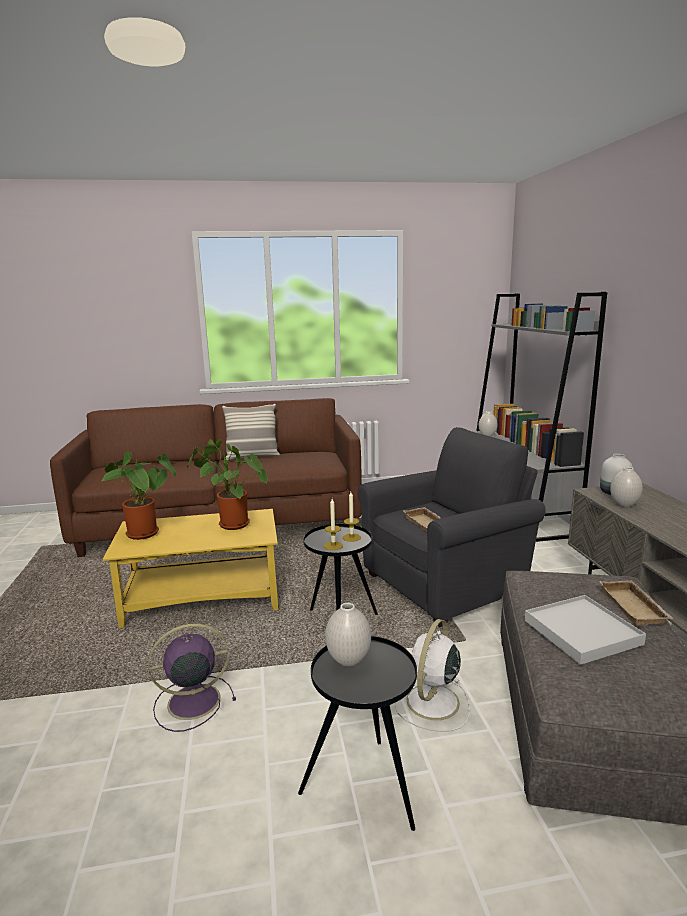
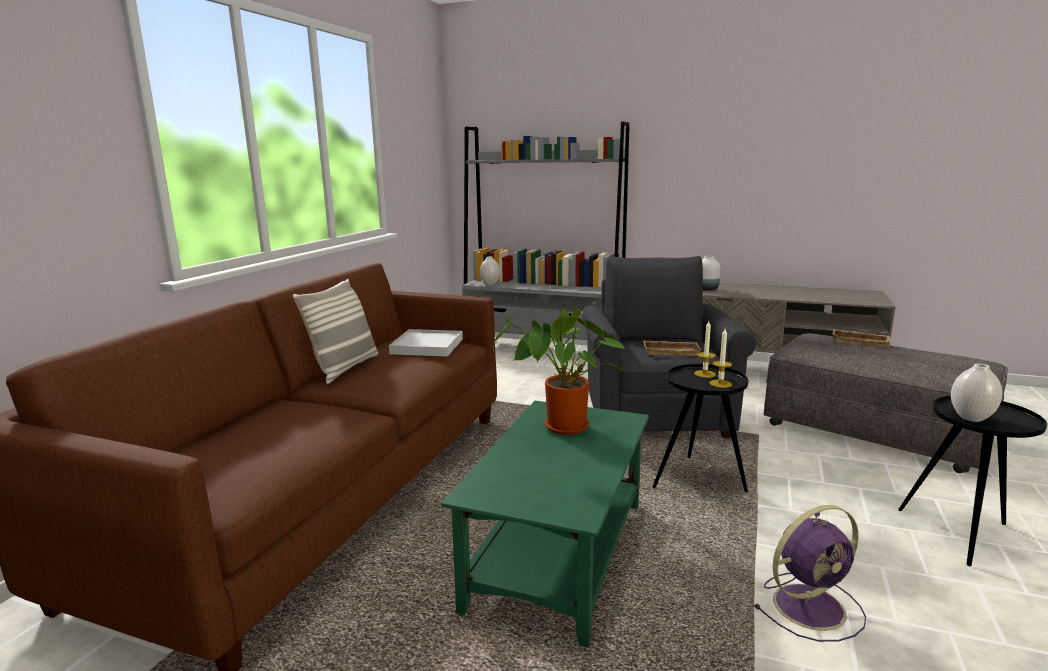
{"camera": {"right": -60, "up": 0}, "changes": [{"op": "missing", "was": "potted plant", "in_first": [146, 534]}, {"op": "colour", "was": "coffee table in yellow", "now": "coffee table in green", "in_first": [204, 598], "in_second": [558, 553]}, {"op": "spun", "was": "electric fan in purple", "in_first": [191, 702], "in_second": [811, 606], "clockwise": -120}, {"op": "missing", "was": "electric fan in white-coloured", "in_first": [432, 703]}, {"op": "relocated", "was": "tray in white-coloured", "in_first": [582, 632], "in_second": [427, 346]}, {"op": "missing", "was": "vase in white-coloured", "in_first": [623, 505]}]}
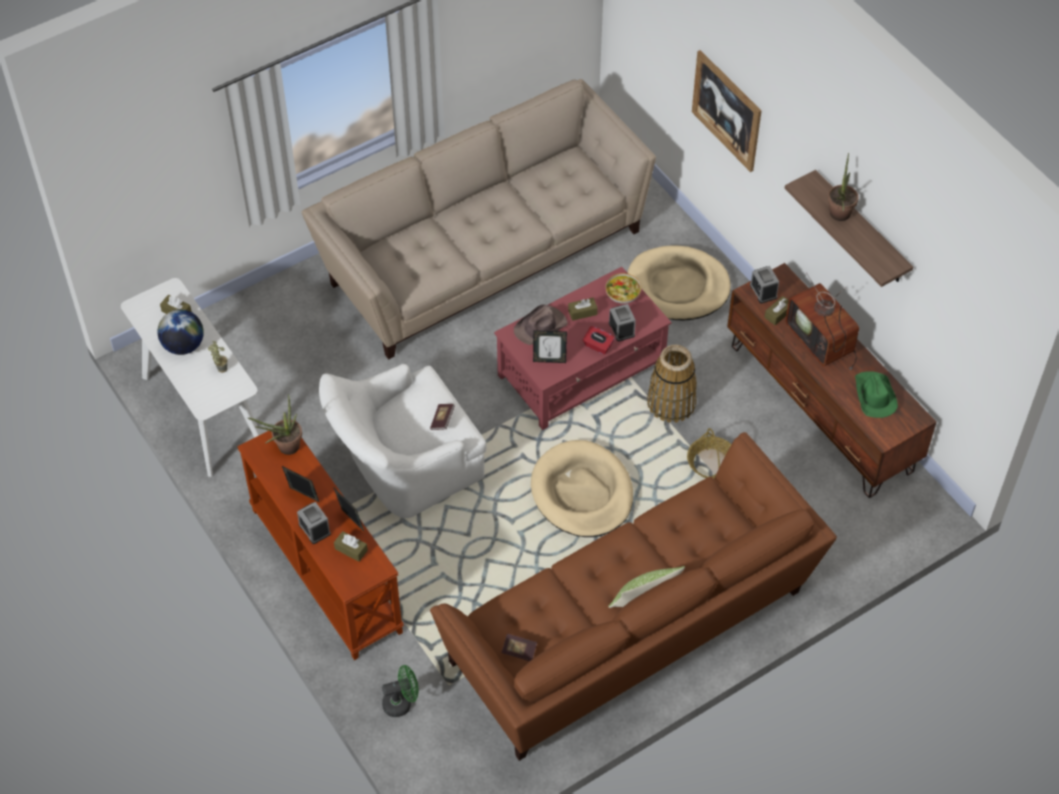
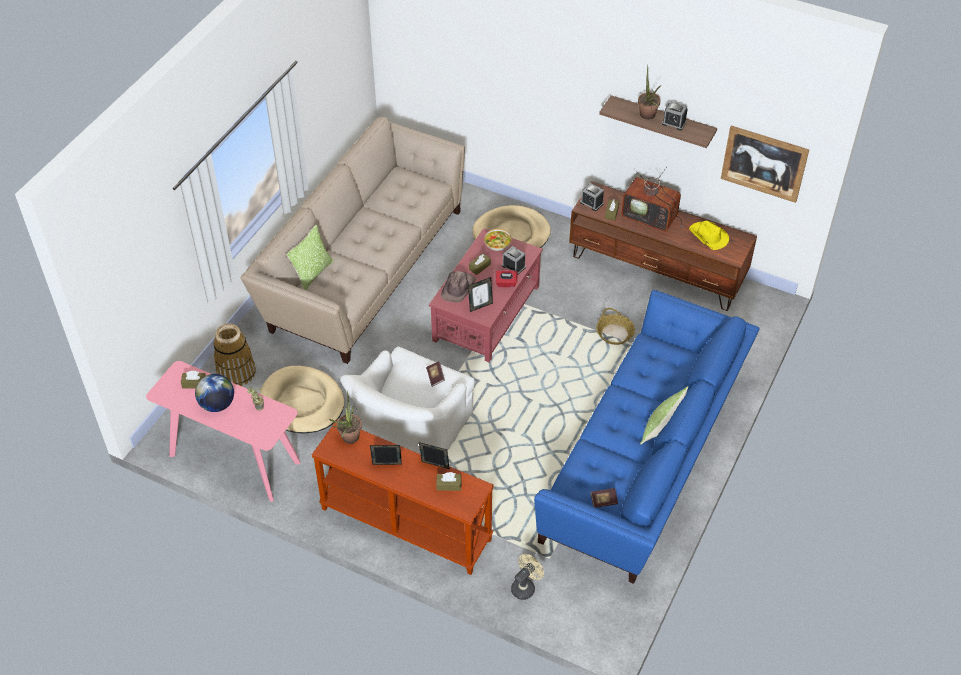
{"camera": {"right": -30, "up": -5}, "changes": [{"op": "colour", "was": "hall table in white-coloured", "now": "hall table in pink", "in_first": [202, 412], "in_second": [234, 459]}, {"op": "relocated", "was": "bedside clock", "in_first": [314, 529], "in_second": [674, 123]}, {"op": "colour", "was": "electric fan in green", "now": "electric fan in sand-coloured", "in_first": [401, 703], "in_second": [525, 586]}, {"op": "colour", "was": "settee in brown-coloured", "now": "settee in blue-coloured", "in_first": [630, 633], "in_second": [644, 464]}, {"op": "relocated", "was": "pet bed in sand-coloured", "in_first": [582, 492], "in_second": [302, 403]}, {"op": "relocated", "was": "basket", "in_first": [671, 403], "in_second": [236, 372]}, {"op": "relocated", "was": "wall picture", "in_first": [726, 110], "in_second": [764, 163]}, {"op": "colour", "was": "wearable hat in green", "now": "wearable hat in yellow", "in_first": [874, 396], "in_second": [708, 236]}, {"op": "appeared", "now": "throw pillow", "in_second": [313, 273]}]}
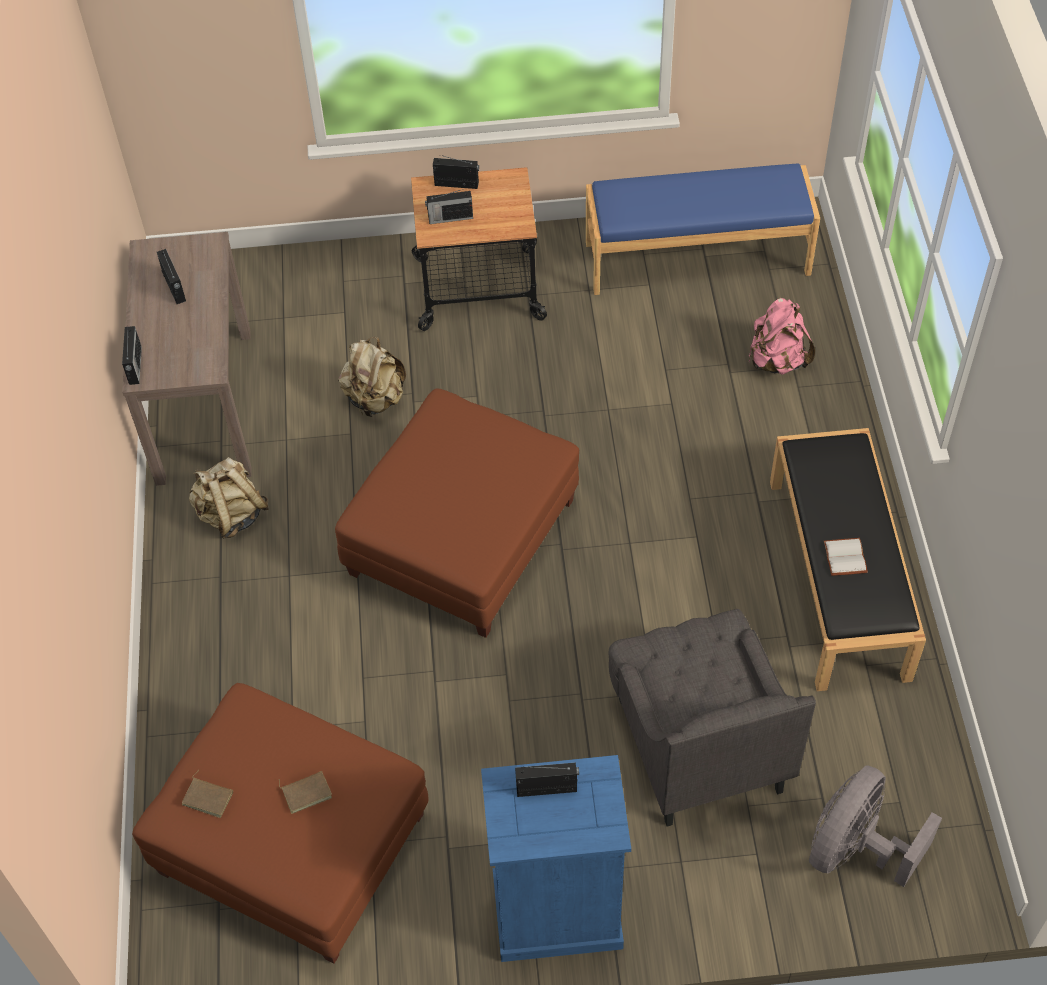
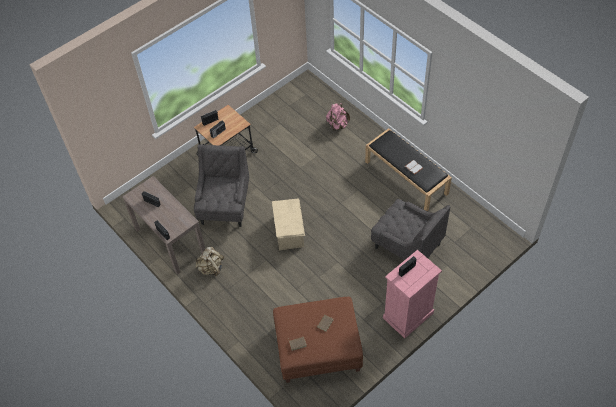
{"camera": {"right": -35, "up": 0}, "changes": [{"op": "exchanged", "was": "ottoman in brown-coloured", "now": "storage container in sand-coloured", "in_first": [462, 537], "in_second": [289, 231]}, {"op": "exchanged", "was": "knapsack in sand-coloured", "now": "armchair in greyish", "in_first": [375, 399], "in_second": [225, 206]}, {"op": "colour", "was": "drawer chest in blue-coloured", "now": "drawer chest in pink", "in_first": [556, 912], "in_second": [408, 315]}, {"op": "missing", "was": "bench in blue-coloured", "in_first": [697, 257]}, {"op": "missing", "was": "electric fan in greyish", "in_first": [855, 848]}]}
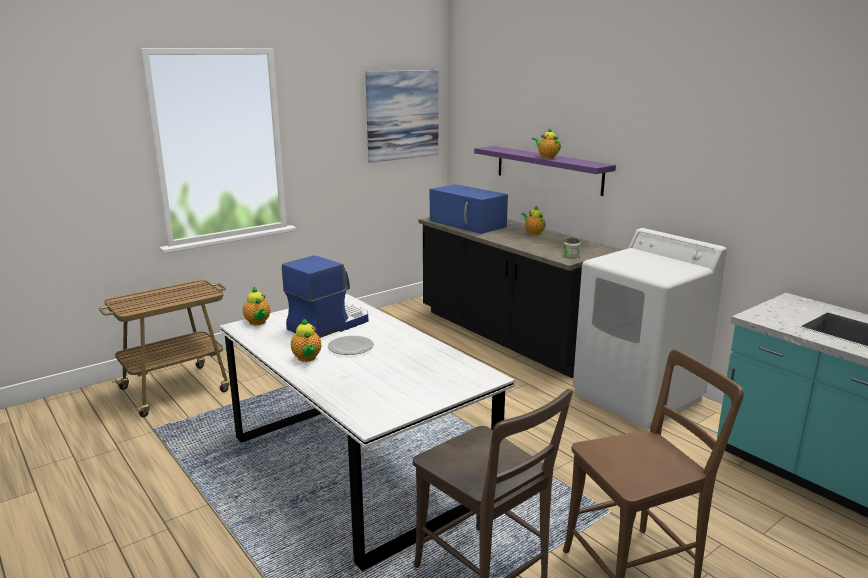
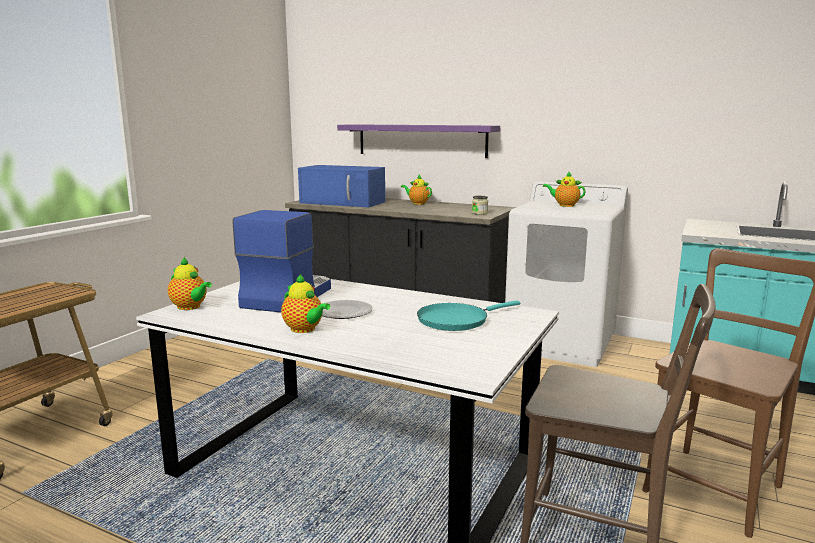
{"camera": {"right": -25, "up": -5}, "changes": [{"op": "missing", "was": "wall picture", "in_first": [402, 115]}, {"op": "relocated", "was": "tea pot", "in_first": [547, 157], "in_second": [564, 205]}, {"op": "appeared", "now": "pan in turquoise-coloured", "in_second": [456, 320]}]}
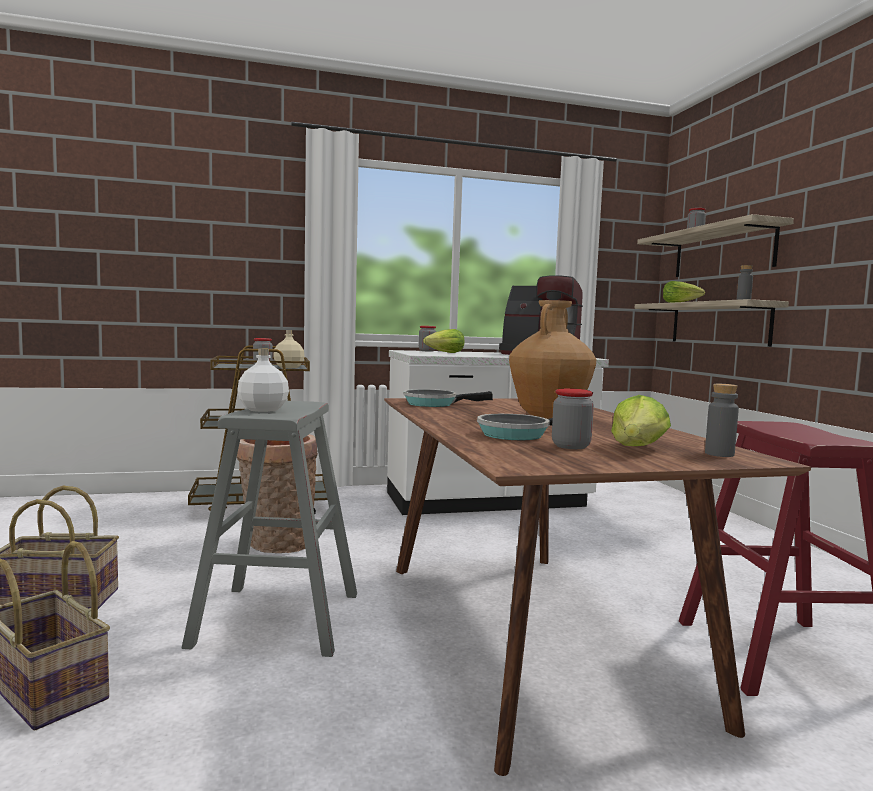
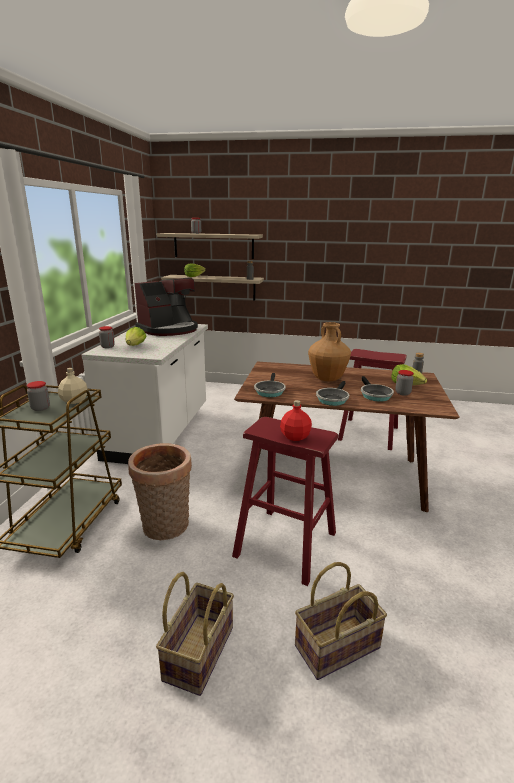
{"camera": {"right": -65, "up": 15}, "changes": [{"op": "colour", "was": "stool seat in greyish", "now": "stool seat in reddish", "in_first": [278, 618], "in_second": [285, 544]}, {"op": "colour", "was": "bottle in white-coloured", "now": "bottle in reddish", "in_first": [263, 409], "in_second": [295, 437]}, {"op": "appeared", "now": "pan", "in_second": [332, 399]}]}
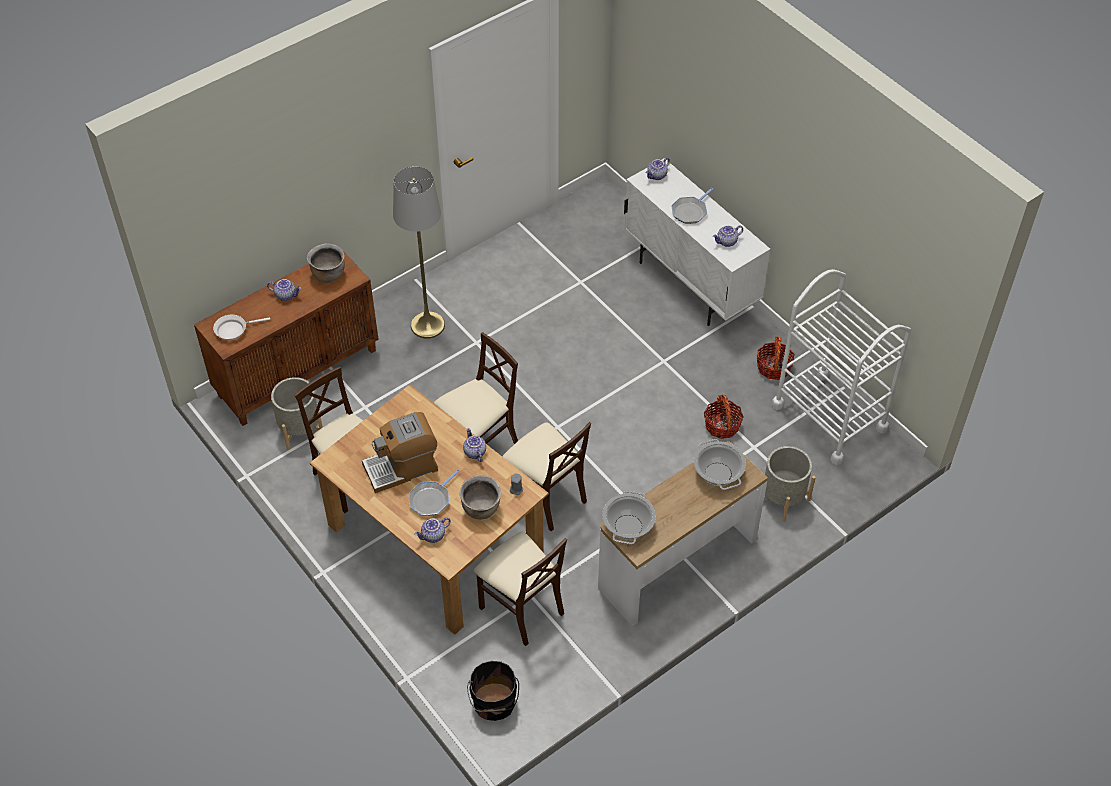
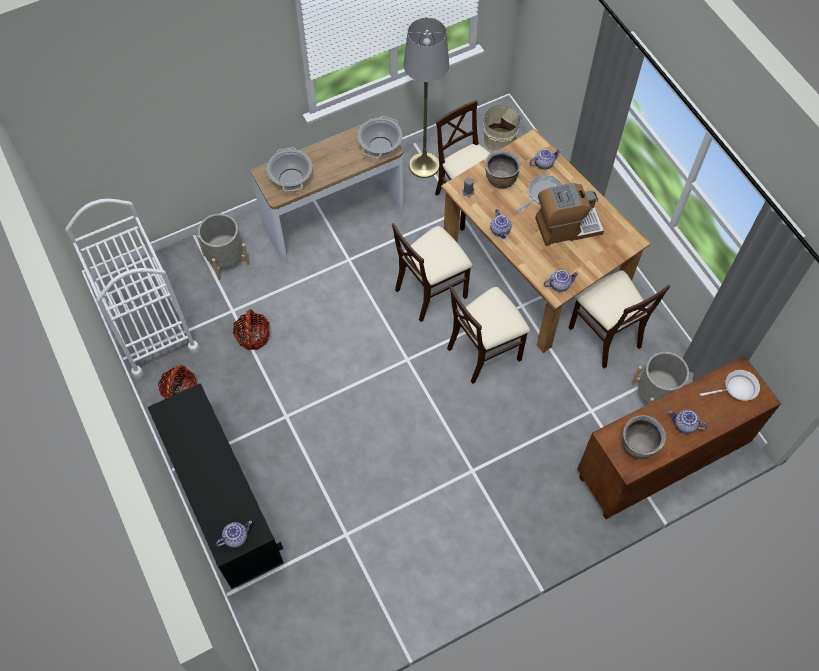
{"camera": {"right": -170, "up": 10}, "changes": [{"op": "relocated", "was": "standard lamp in greyish", "in_first": [427, 325], "in_second": [424, 165]}, {"op": "colour", "was": "bucket in black-coloured", "now": "bucket in sand-coloured", "in_first": [494, 703], "in_second": [499, 139]}, {"op": "spun", "was": "chair in sand-coloured", "in_first": [546, 497], "in_second": [431, 291], "clockwise": -90}, {"op": "colour", "was": "cupboard in white-coloured", "now": "cupboard in black-coloured", "in_first": [690, 284], "in_second": [228, 510]}, {"op": "missing", "was": "pan", "in_first": [690, 211]}, {"op": "relocated", "was": "tea pot", "in_first": [727, 242], "in_second": [559, 284]}]}
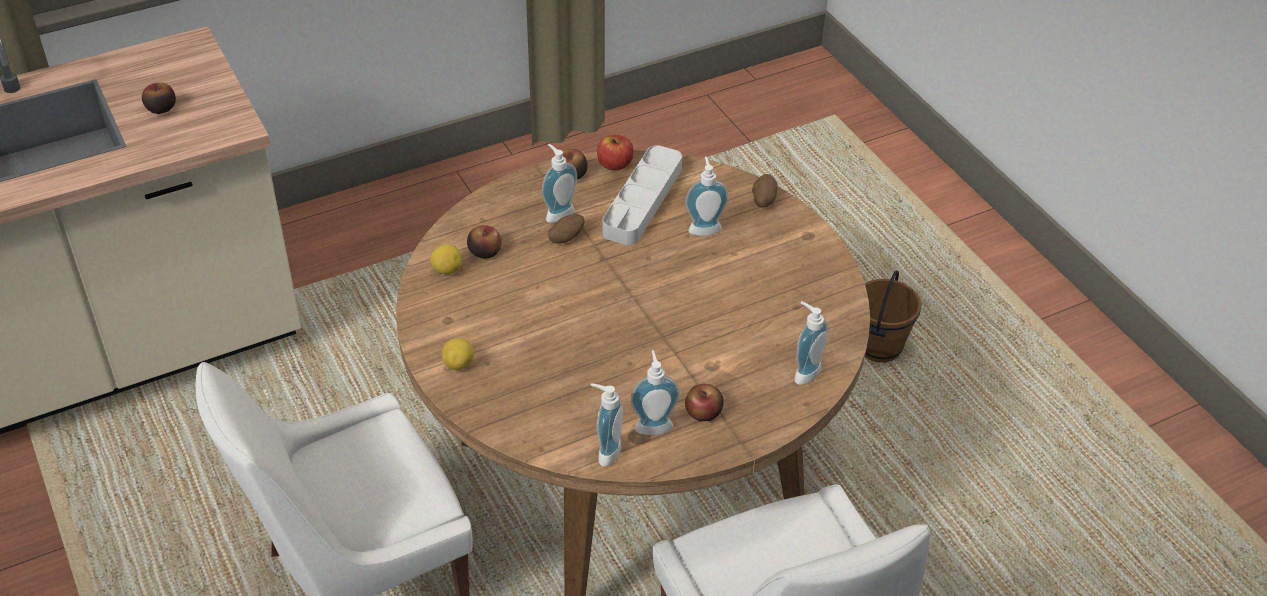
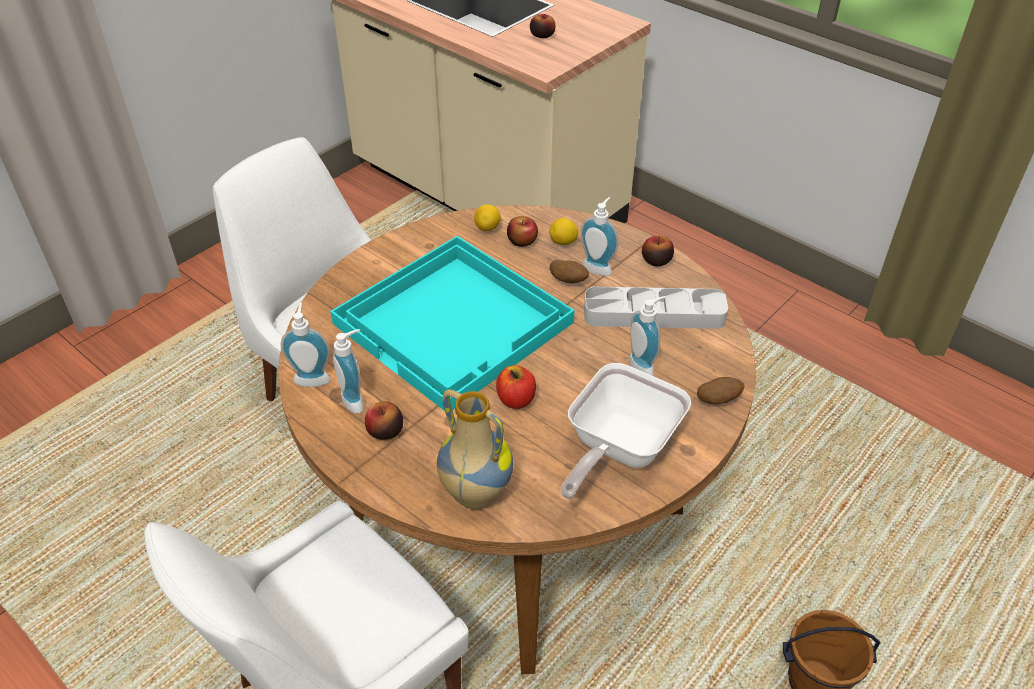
{"camera": {"right": 70, "up": 0}, "changes": [{"op": "relocated", "was": "whole lemon", "in_first": [459, 364], "in_second": [563, 242]}, {"op": "relocated", "was": "whole apple", "in_first": [615, 164], "in_second": [516, 399]}, {"op": "exchanged", "was": "soap bottle", "now": "vase", "in_first": [804, 372], "in_second": [474, 495]}, {"op": "appeared", "now": "tray in turquoise-coloured", "in_second": [455, 323]}, {"op": "appeared", "now": "pan", "in_second": [618, 449]}]}
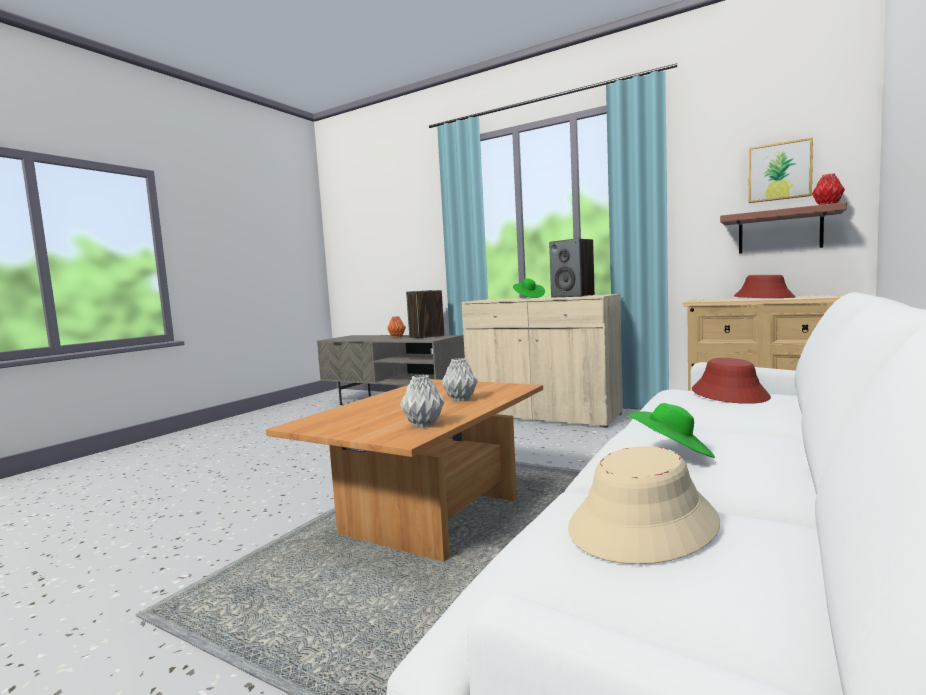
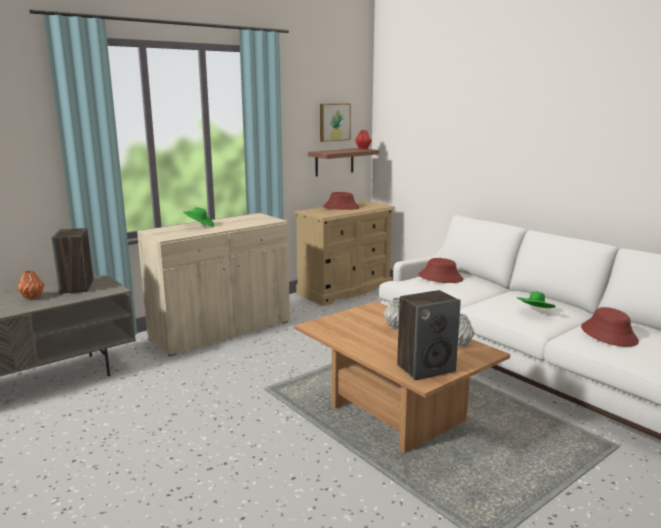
{"camera": {"right": -70, "up": 10}, "changes": [{"op": "relocated", "was": "speaker", "in_first": [573, 296], "in_second": [426, 368]}, {"op": "colour", "was": "wearable hat in sand-coloured", "now": "wearable hat in reddish", "in_first": [643, 525], "in_second": [609, 334]}]}
